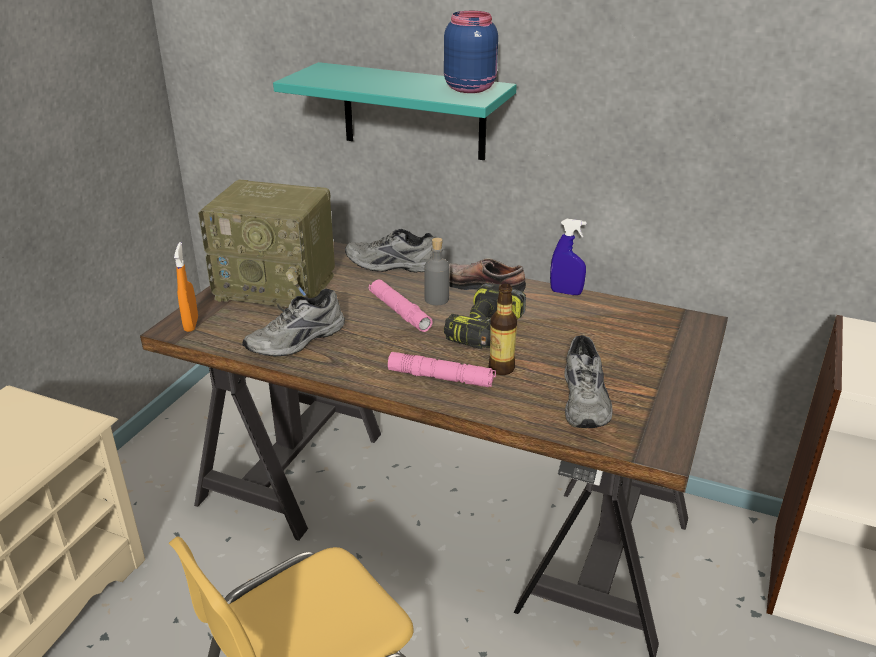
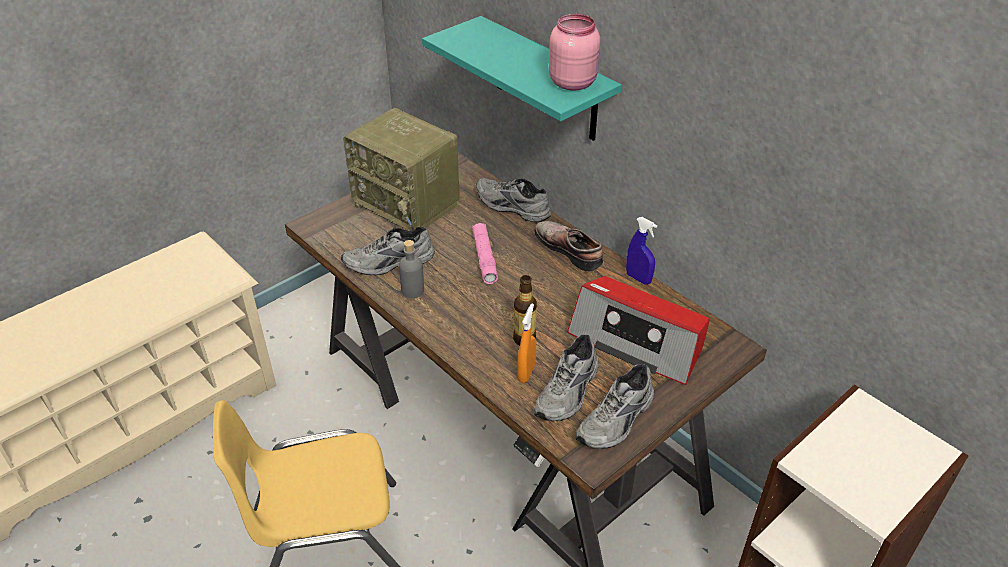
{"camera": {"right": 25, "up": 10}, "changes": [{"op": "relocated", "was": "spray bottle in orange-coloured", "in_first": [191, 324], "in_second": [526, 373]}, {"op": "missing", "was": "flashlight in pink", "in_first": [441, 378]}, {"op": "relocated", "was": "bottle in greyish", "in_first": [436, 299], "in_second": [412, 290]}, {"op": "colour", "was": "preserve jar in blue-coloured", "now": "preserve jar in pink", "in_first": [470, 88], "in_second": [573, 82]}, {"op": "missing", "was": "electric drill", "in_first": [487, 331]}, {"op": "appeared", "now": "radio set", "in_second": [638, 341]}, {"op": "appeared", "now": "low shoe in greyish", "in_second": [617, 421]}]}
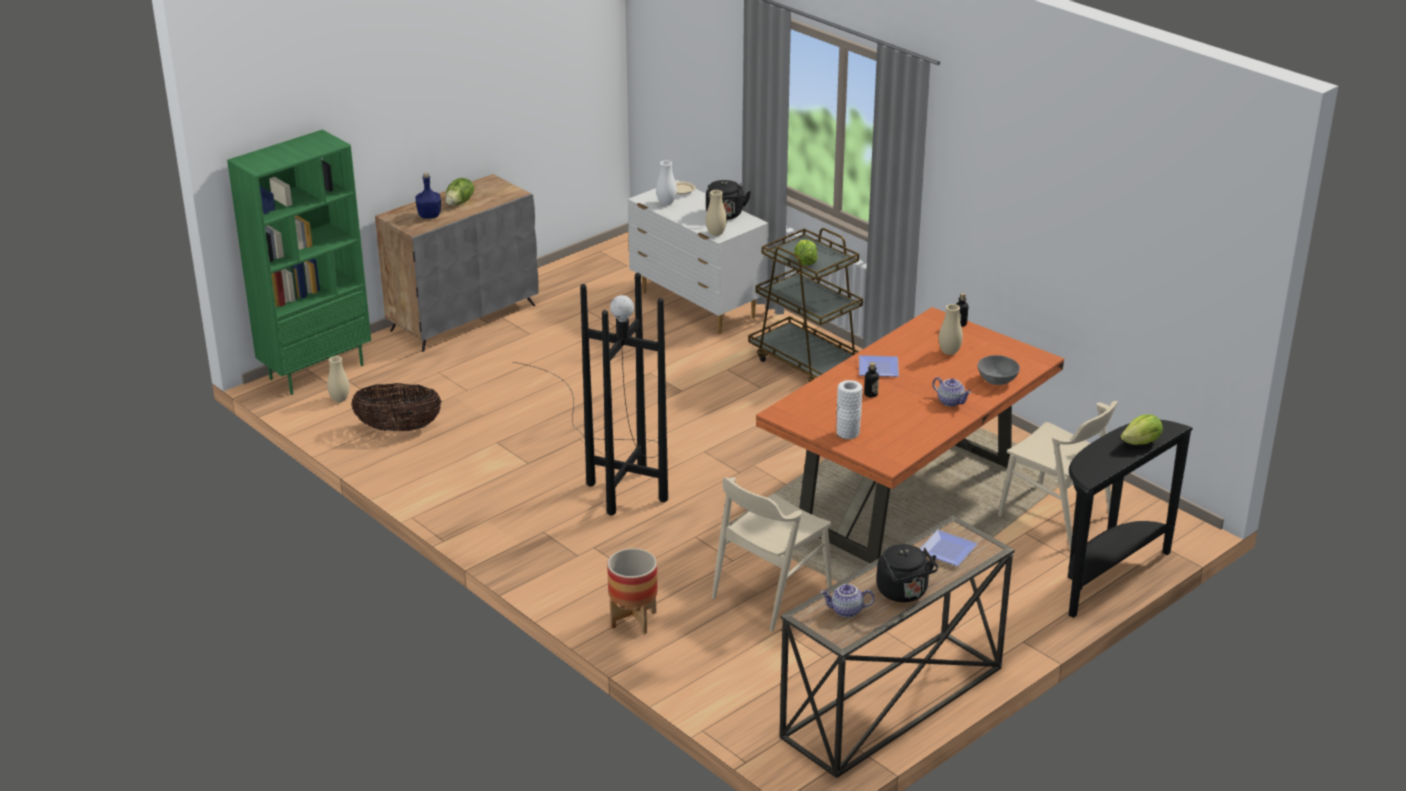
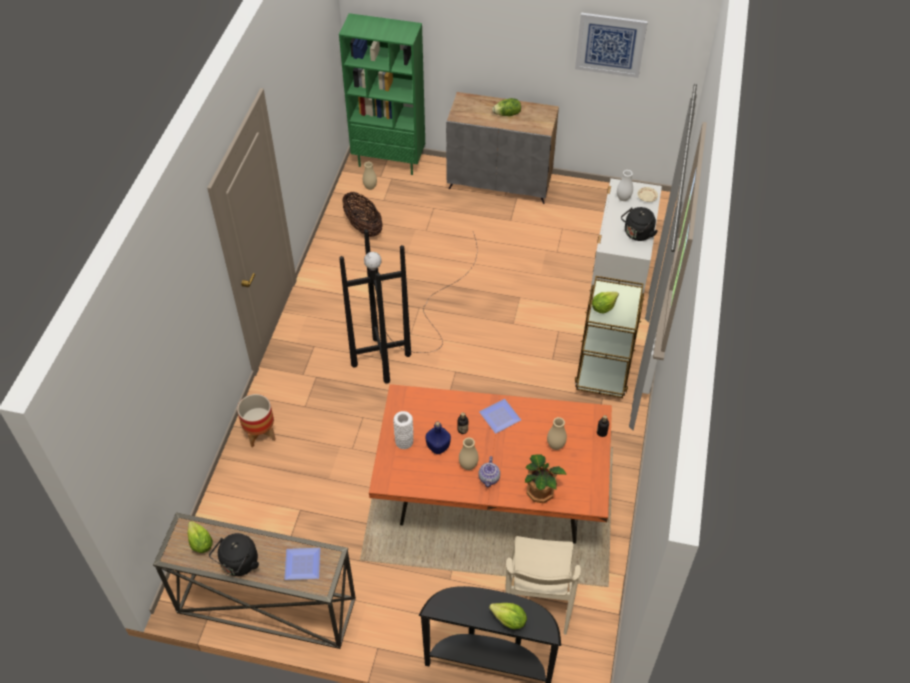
{"camera": {"right": 55, "up": 20}, "changes": [{"op": "relocated", "was": "bottle in blue-coloured", "in_first": [429, 216], "in_second": [437, 446]}, {"op": "relocated", "was": "vase in sand-coloured", "in_first": [716, 234], "in_second": [468, 465]}, {"op": "missing", "was": "chair in sand-coloured", "in_first": [771, 594]}, {"op": "exchanged", "was": "tea pot", "now": "head of lettuce", "in_first": [846, 611], "in_second": [200, 543]}, {"op": "exchanged", "was": "bowl in greyish", "now": "potted plant", "in_first": [997, 380], "in_second": [540, 491]}, {"op": "appeared", "now": "wall picture", "in_second": [610, 44]}]}
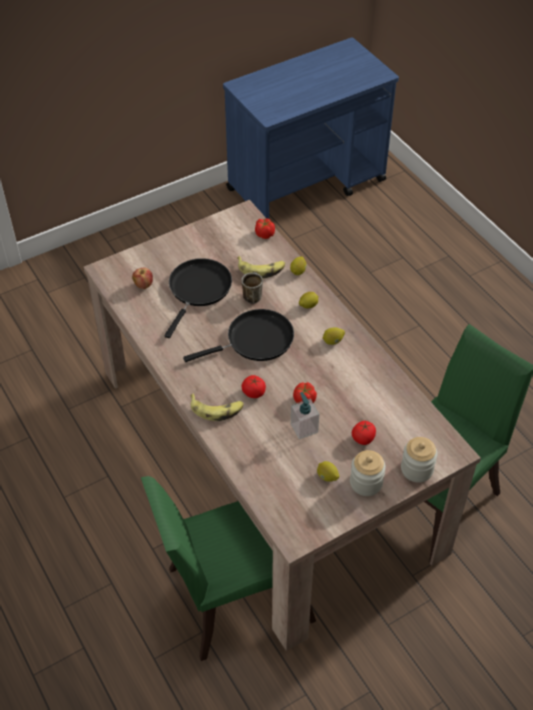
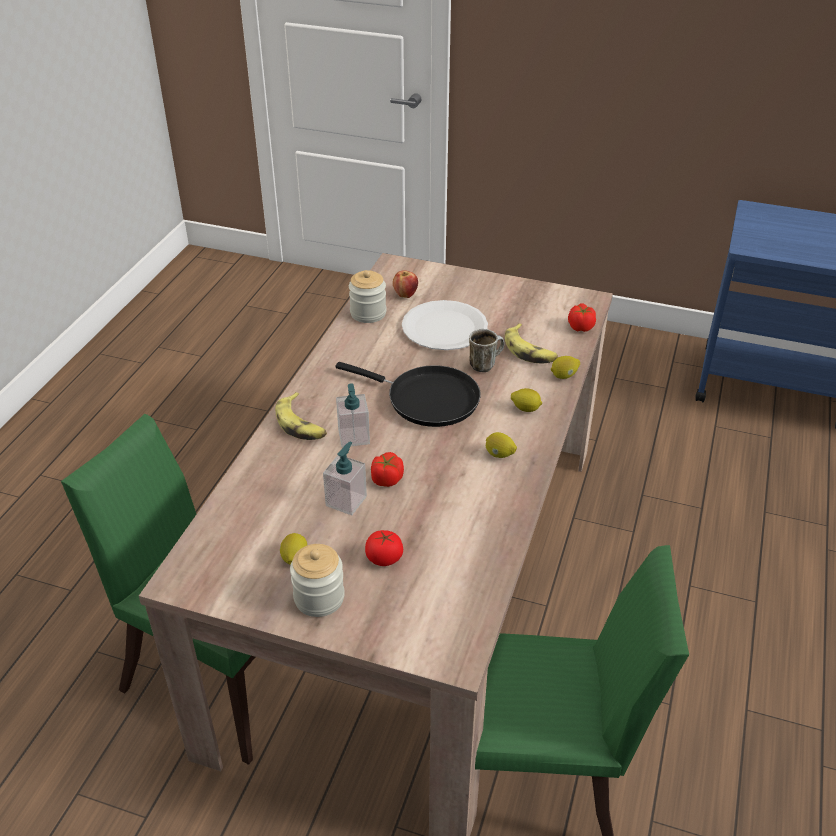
{"camera": {"right": 50, "up": -10}, "changes": [{"op": "exchanged", "was": "pan in black-coloured", "now": "plate in white-coloured", "in_first": [198, 290], "in_second": [445, 328]}, {"op": "exchanged", "was": "tomato", "now": "soap bottle", "in_first": [254, 392], "in_second": [354, 437]}, {"op": "relocated", "was": "preserve jar", "in_first": [417, 469], "in_second": [368, 313]}]}
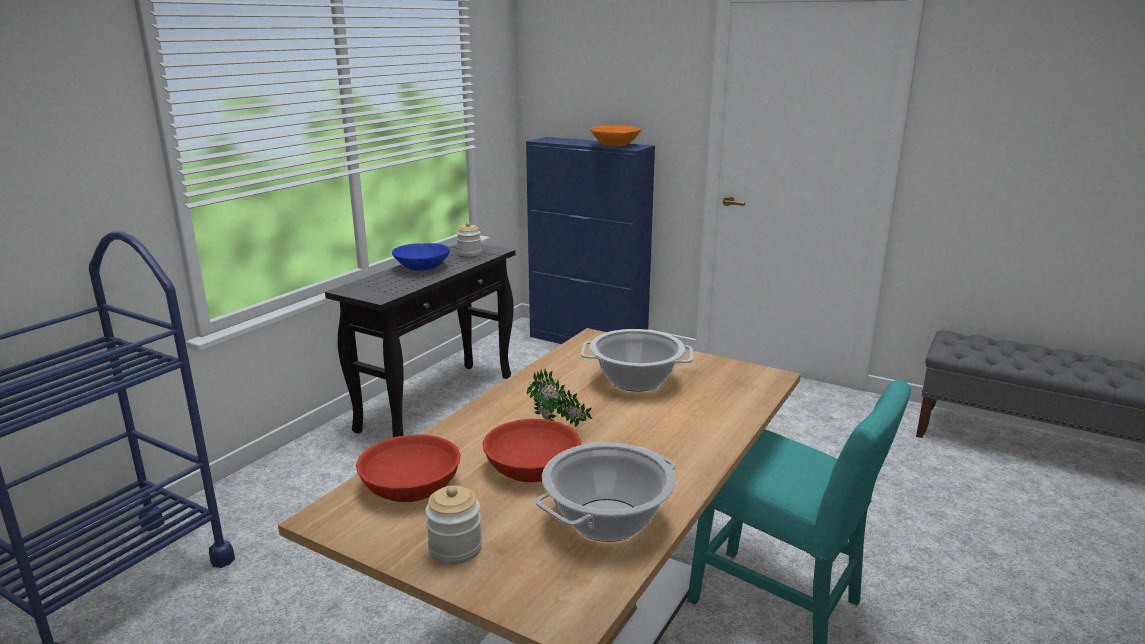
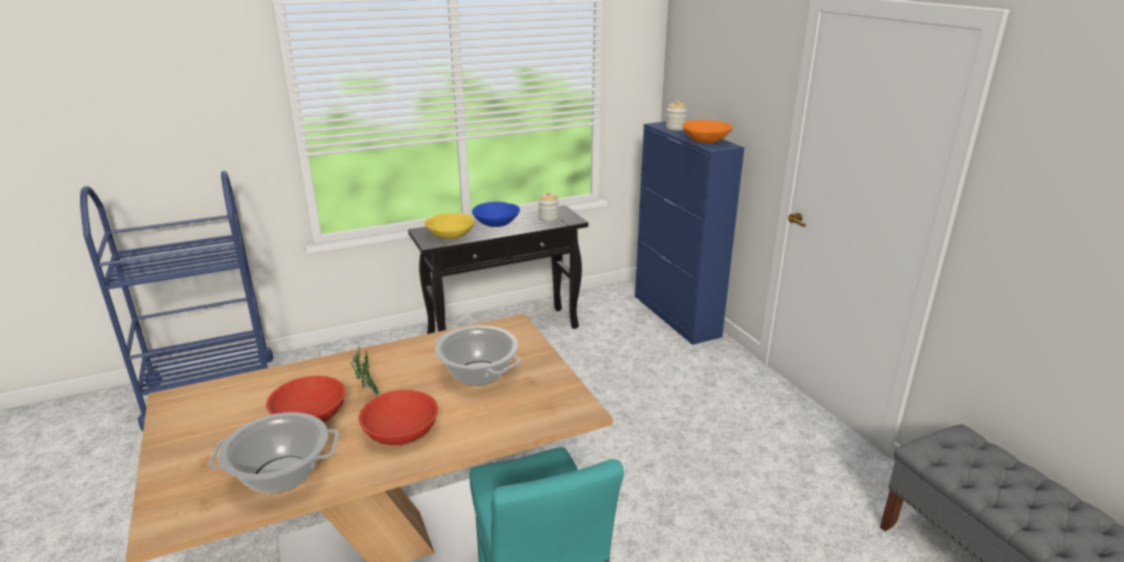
{"camera": {"right": 35, "up": 5}, "changes": [{"op": "relocated", "was": "bowl in reddish", "in_first": [411, 484], "in_second": [401, 429]}, {"op": "relocated", "was": "preserve jar", "in_first": [455, 548], "in_second": [675, 128]}, {"op": "appeared", "now": "bowl in yellow", "in_second": [450, 236]}]}
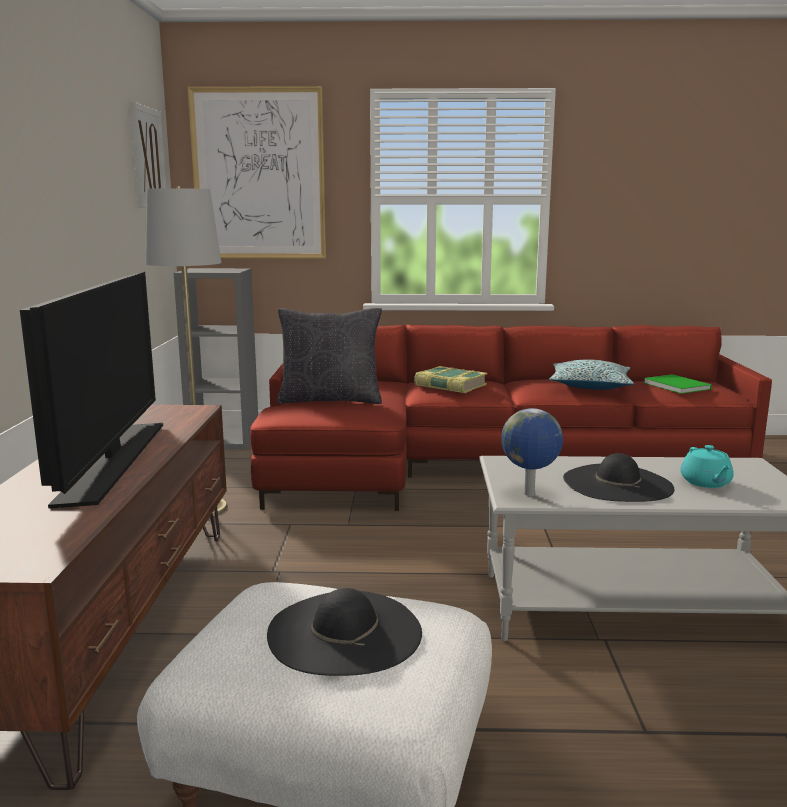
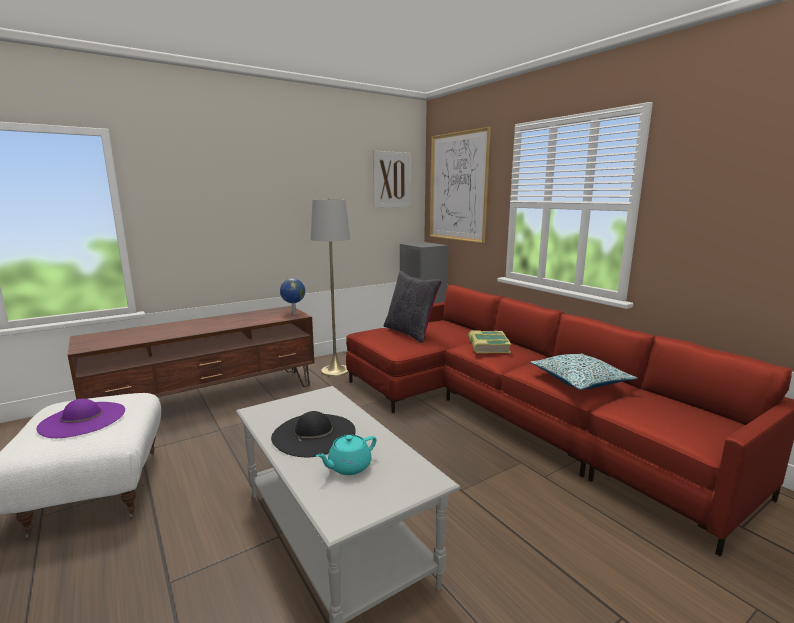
{"camera": {"right": 55, "up": 0}, "changes": [{"op": "missing", "was": "TV", "in_first": [112, 461]}, {"op": "colour", "was": "wearable hat in black-coloured", "now": "wearable hat in purple", "in_first": [344, 632], "in_second": [83, 419]}, {"op": "relocated", "was": "desk globe", "in_first": [529, 494], "in_second": [293, 314]}, {"op": "missing", "was": "book in green", "in_first": [676, 385]}]}
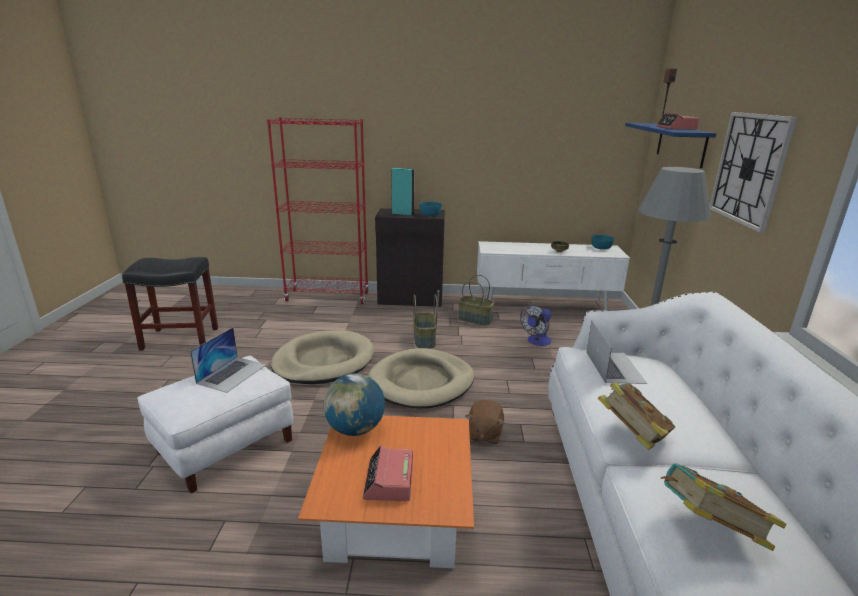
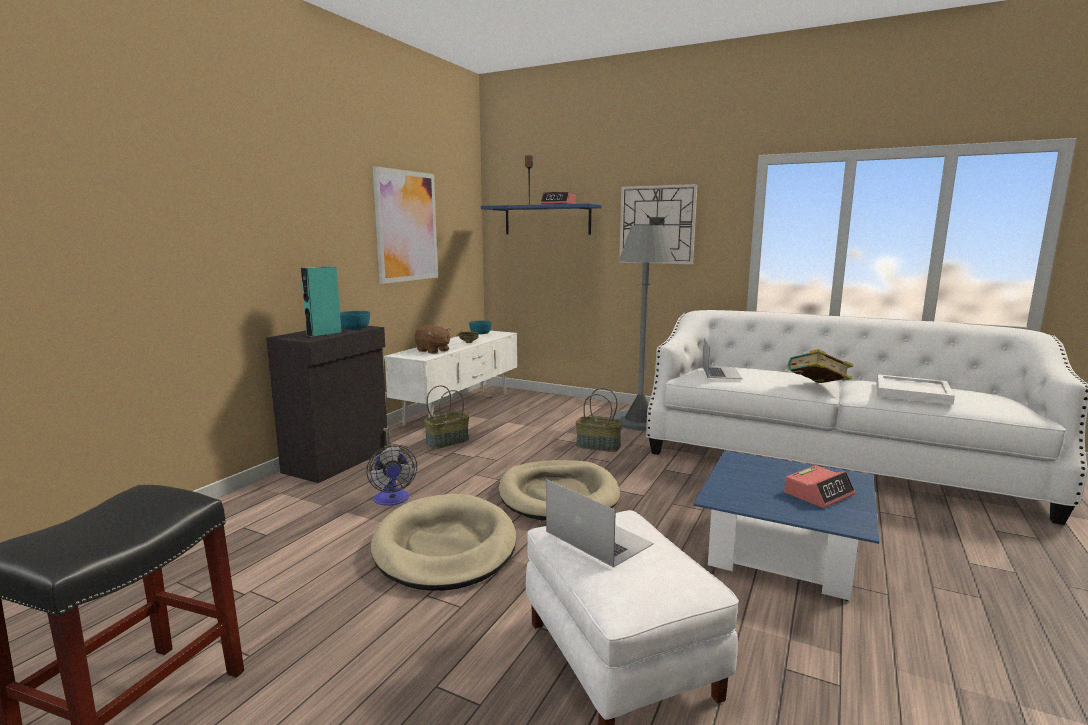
{"camera": {"right": -65, "up": -10}, "changes": [{"op": "missing", "was": "bookshelf in reddish", "in_first": [328, 297]}, {"op": "colour", "was": "coffee table in orange-coloured", "now": "coffee table in blue-coloured", "in_first": [395, 514], "in_second": [782, 551]}, {"op": "missing", "was": "desk globe", "in_first": [355, 429]}, {"op": "spun", "was": "bedside clock", "in_first": [389, 481], "in_second": [818, 494], "clockwise": -60}, {"op": "relocated", "was": "basket", "in_first": [423, 339], "in_second": [597, 446]}, {"op": "relocated", "was": "plush toy in brown-coloured", "in_first": [484, 434], "in_second": [433, 351]}, {"op": "relocated", "was": "electric fan", "in_first": [537, 342], "in_second": [392, 500]}, {"op": "spun", "was": "portable computer", "in_first": [614, 367], "in_second": [721, 372], "clockwise": 75}, {"op": "exchanged", "was": "book", "now": "tray in white-coloured", "in_first": [708, 530], "in_second": [913, 392]}, {"op": "appeared", "now": "wall picture", "in_second": [406, 226]}]}
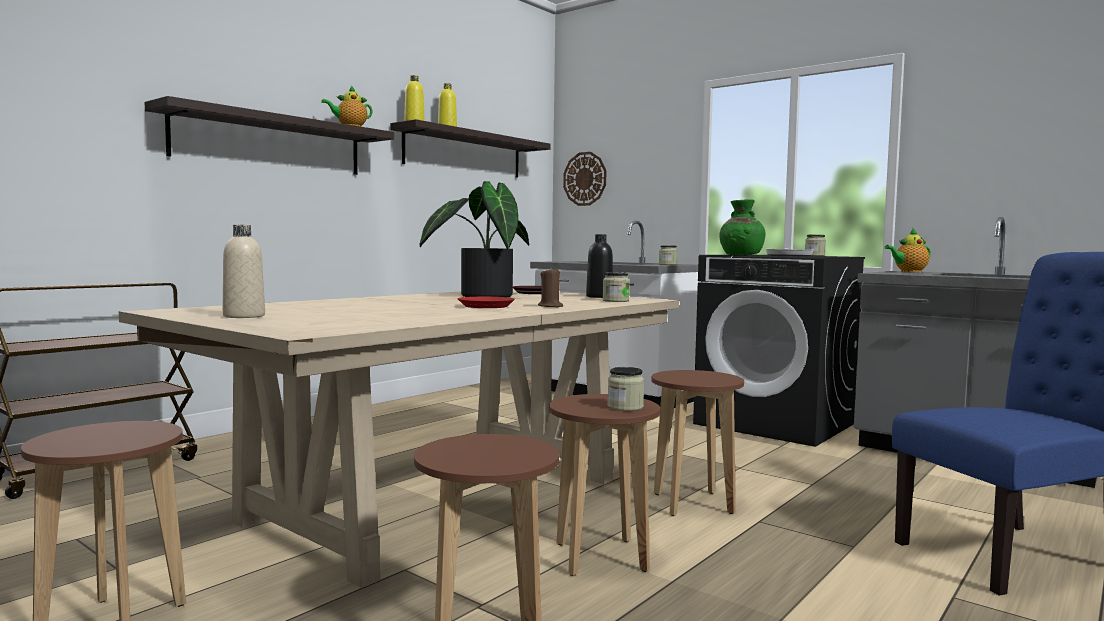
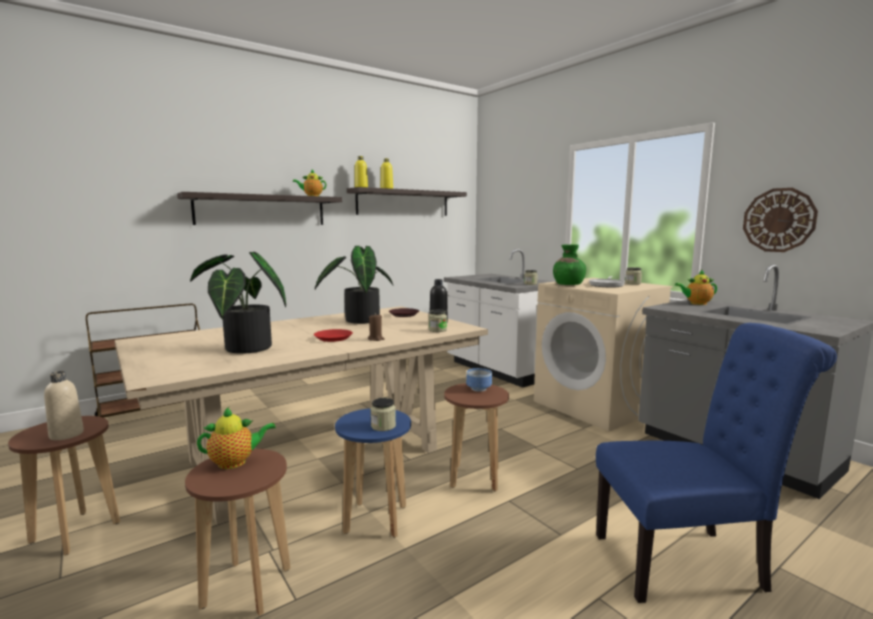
{"camera": {"right": 15, "up": 5}, "changes": [{"op": "relocated", "was": "bottle in sand-coloured", "in_first": [244, 316], "in_second": [66, 434]}, {"op": "colour", "was": "stool seat in brown-coloured", "now": "stool seat in blue-coloured", "in_first": [601, 557], "in_second": [375, 520]}, {"op": "relocated", "was": "clock on the wall", "in_first": [585, 179], "in_second": [778, 220]}, {"op": "colour", "was": "washing machine in black-coloured", "now": "washing machine in sand-coloured", "in_first": [776, 424], "in_second": [596, 406]}, {"op": "appeared", "now": "potted plant", "in_second": [244, 349]}, {"op": "appeared", "now": "tea pot", "in_second": [235, 462]}, {"op": "appeared", "now": "bowl", "in_second": [478, 388]}]}
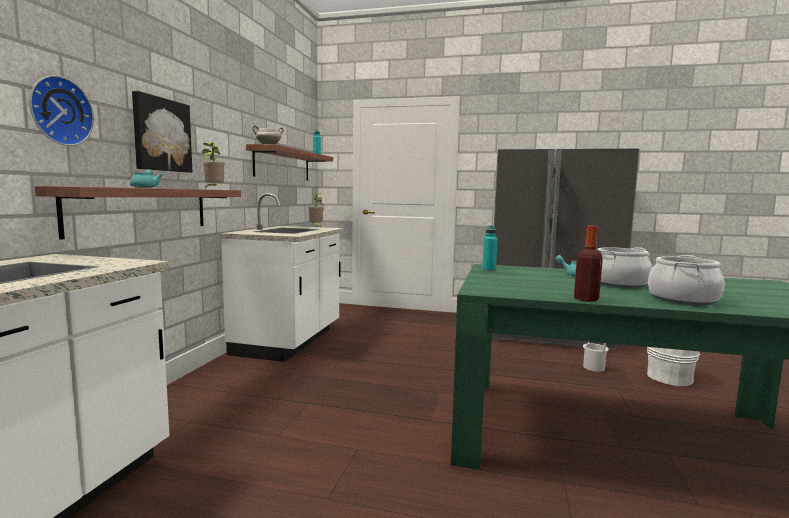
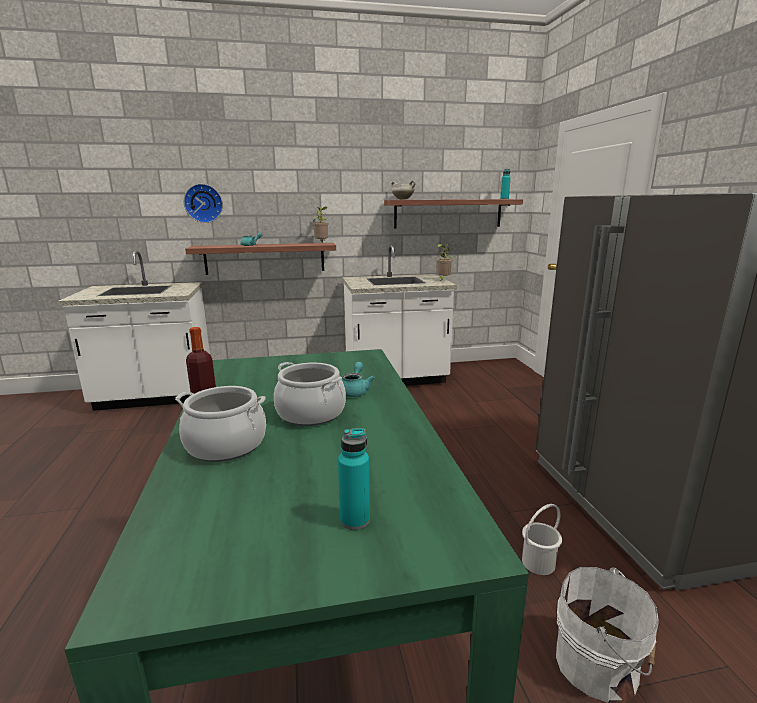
{"camera": {"right": 65, "up": 10}, "changes": [{"op": "missing", "was": "wall picture", "in_first": [161, 135]}, {"op": "relocated", "was": "bottle in turquoise-coloured", "in_first": [489, 270], "in_second": [355, 520]}]}
